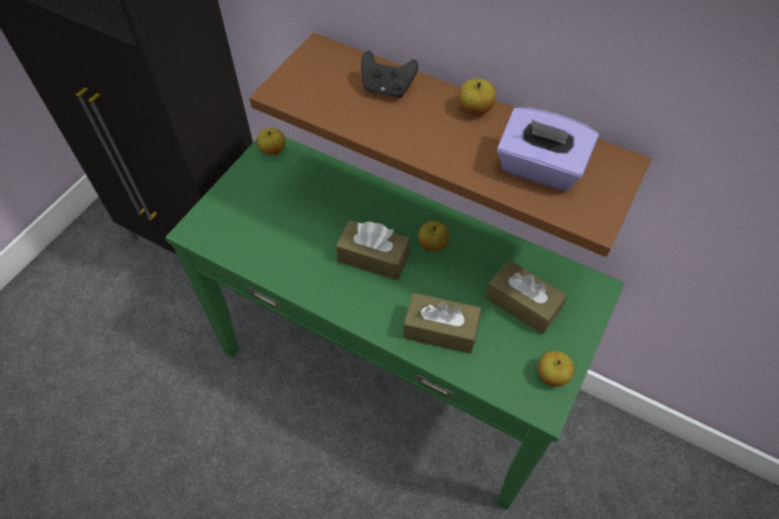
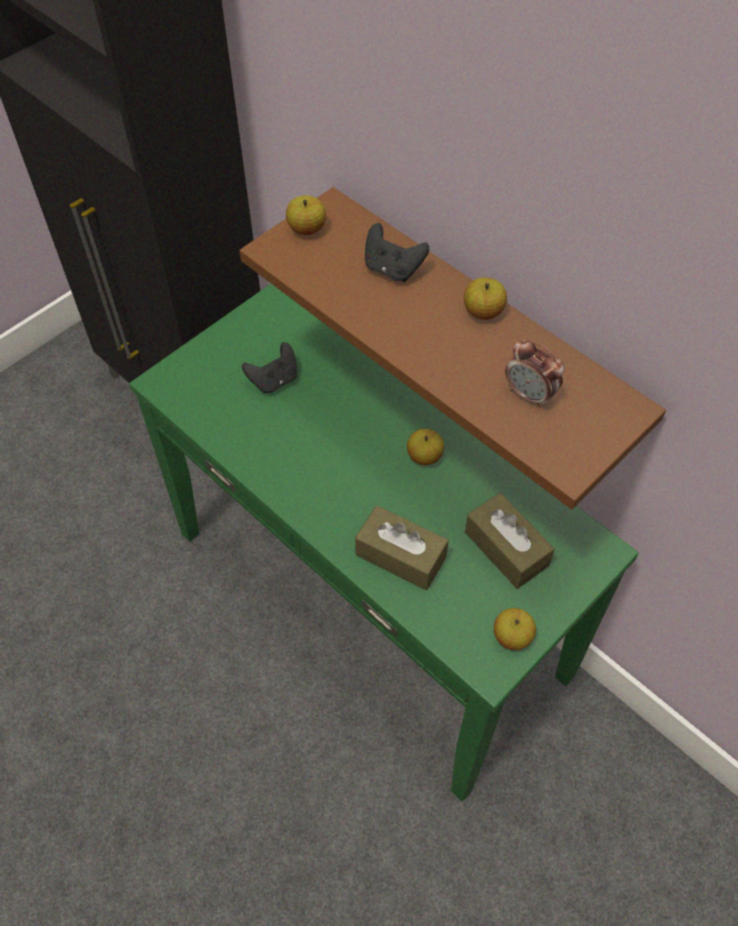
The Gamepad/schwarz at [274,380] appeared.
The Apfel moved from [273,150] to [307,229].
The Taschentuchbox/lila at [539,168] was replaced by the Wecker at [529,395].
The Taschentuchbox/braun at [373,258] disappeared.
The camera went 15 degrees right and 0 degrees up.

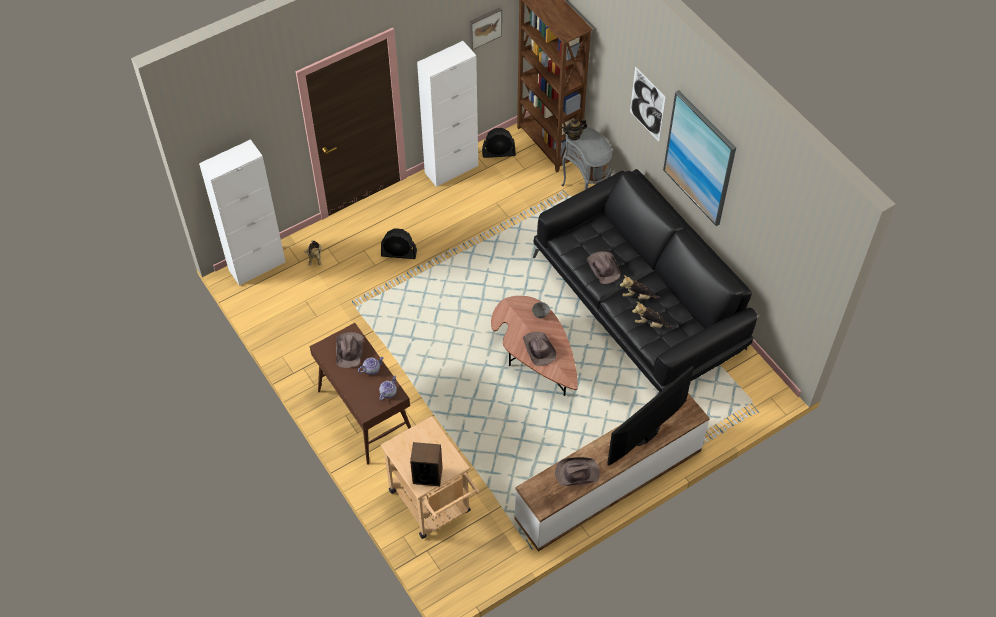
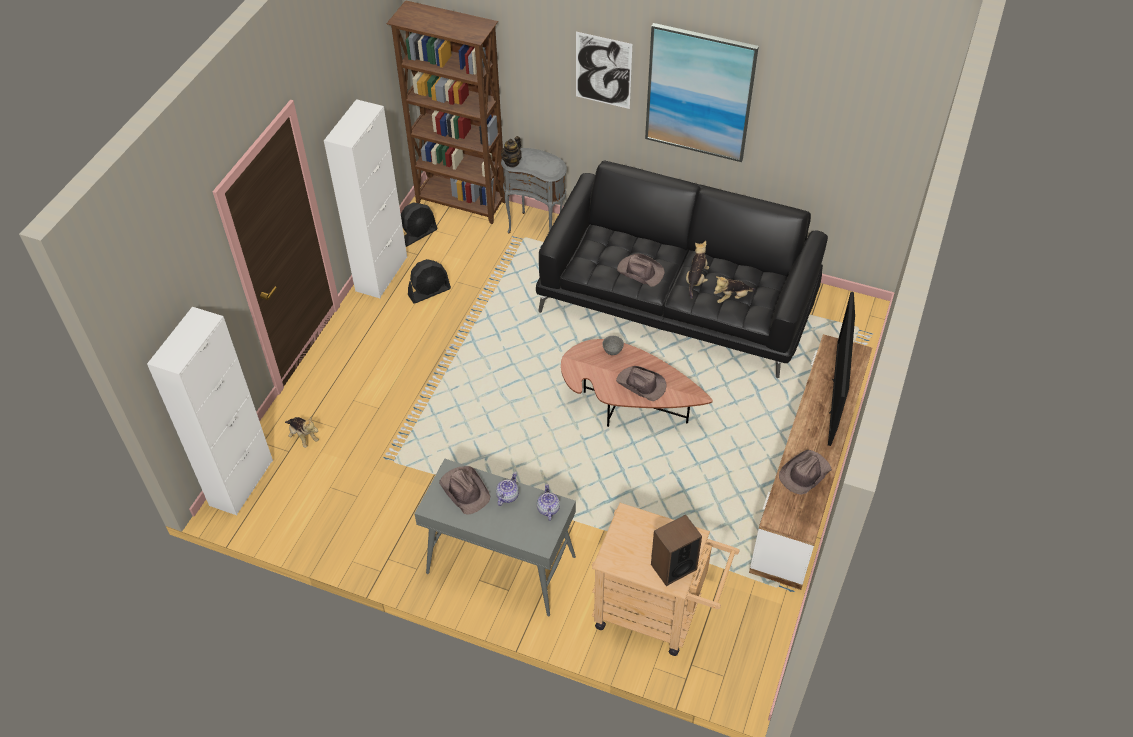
The Ventilator/schwarz moved from [399,253] to [429,292].
The Konsolentisch/braun at [365,414] became the Konsolentisch/grau at [500,565].
The Plüschtier at [638,296] turned 135 degrees clockwise.
The Bild at [484,27] disappeared.
The camera went 35 degrees left and 5 degrees down.

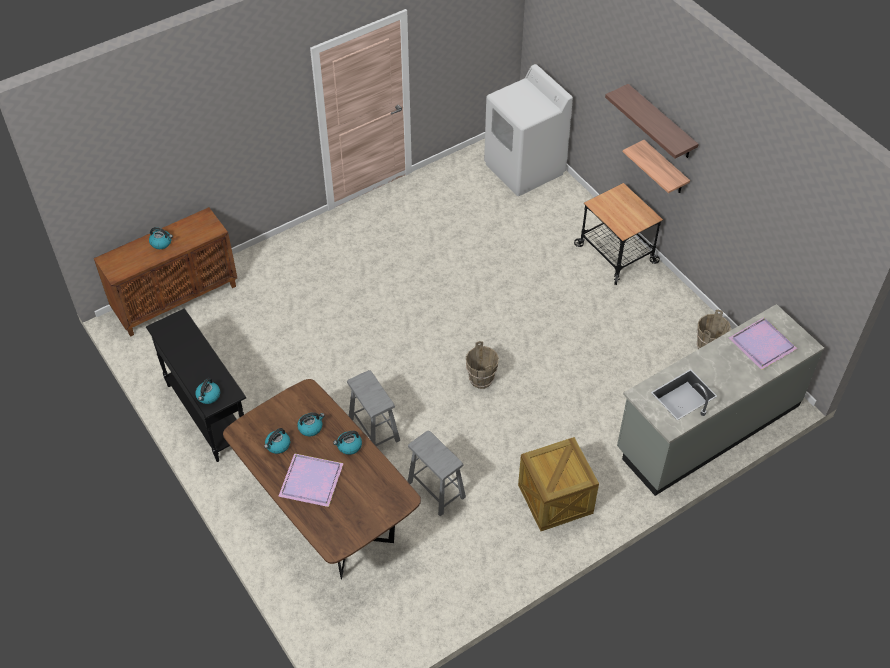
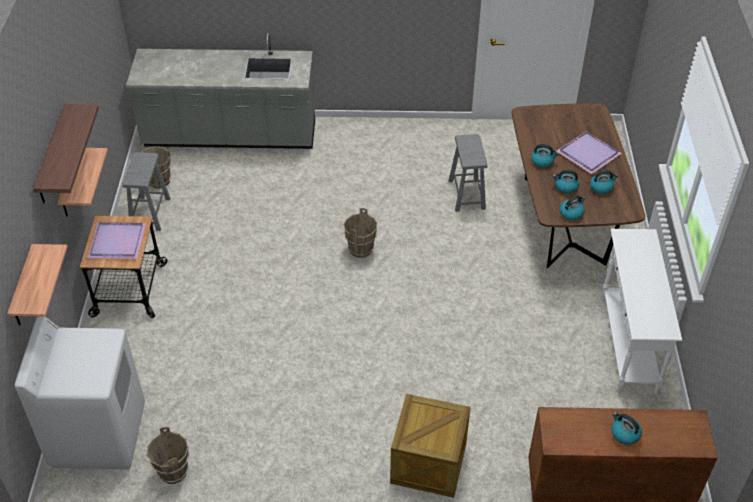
The Wandregal at [23,288] appeared.
The Tablett/lila moved from [762,345] to [118,241].
The Hocker/grau moved from [374,429] to [150,213].
The Eimer/braun at [173,472] appeared.
The Kiste moved from [555,499] to [428,463].
The Wasserkessel moved from [208,396] to [571,213].
The Konsolentisch/schwarz at [208,414] became the Konsolentisch/weiß at [627,345].
The camera went 145 degrees left and 5 degrees down.

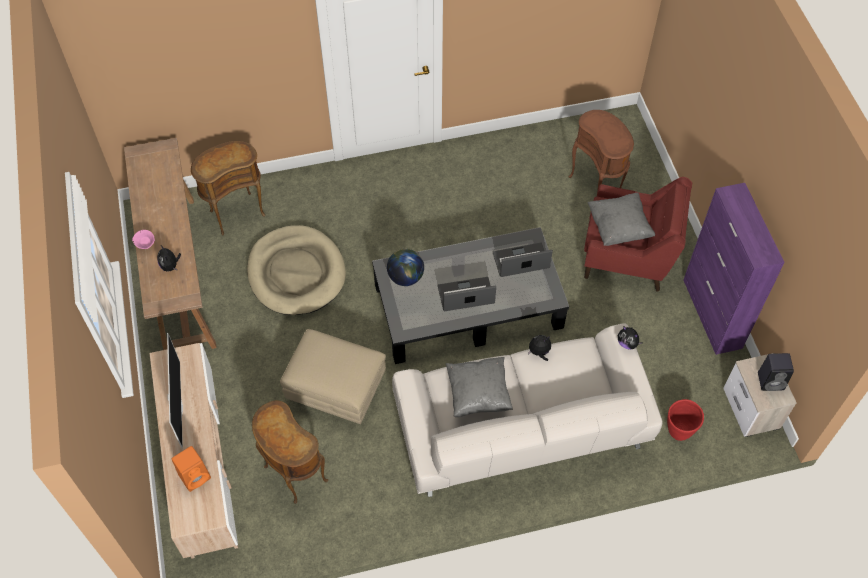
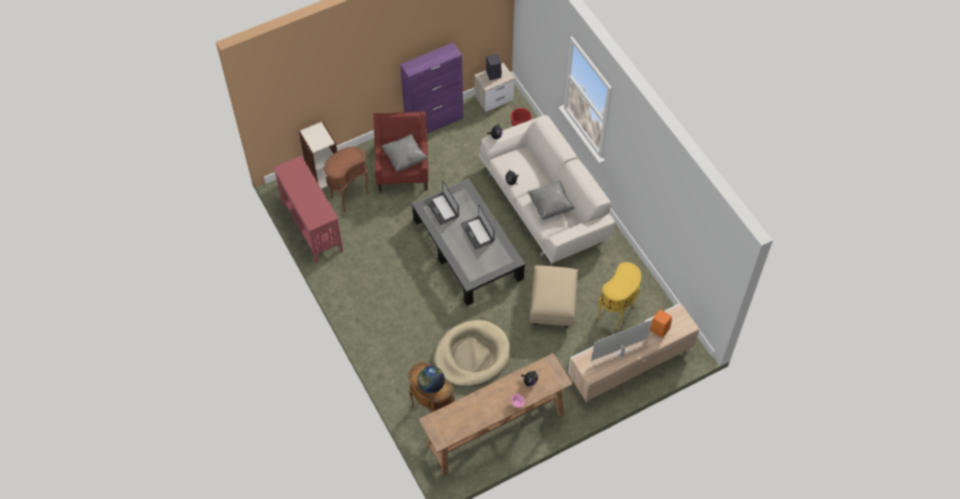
The Konsolentisch/rot at [312,226] appeared.
The Bücherregal at [323,173] appeared.
The Globus moved from [406,277] to [431,385].
The Beistelltisch/braun at [293,475] became the Beistelltisch/gelb at [617,313].
The camera went 105 degrees left and 0 degrees up.

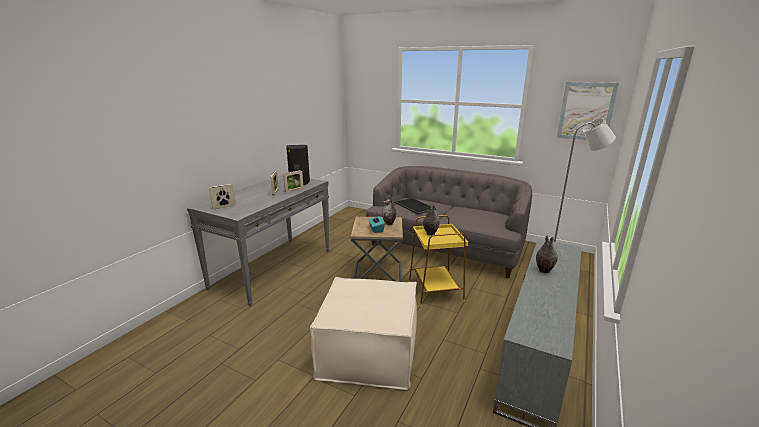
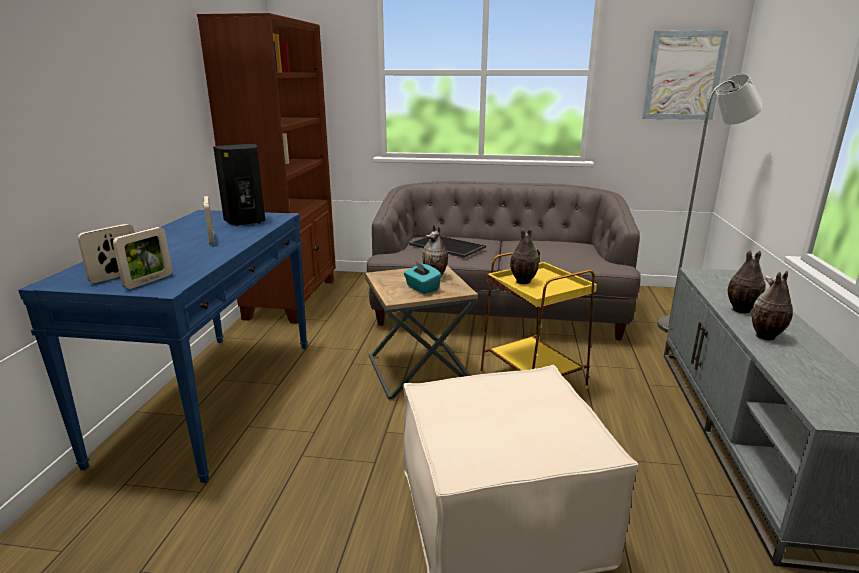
The Konsolentisch/grau at [273,268] became the Konsolentisch/blau at [214,396].
The Bilderrahmen moved from [294,190] to [148,281].
The Bücherregal/braun at [293,298] appeared.
The Vase at [765,337] appeared.
The camera went 20 degrees left and 0 degrees up.

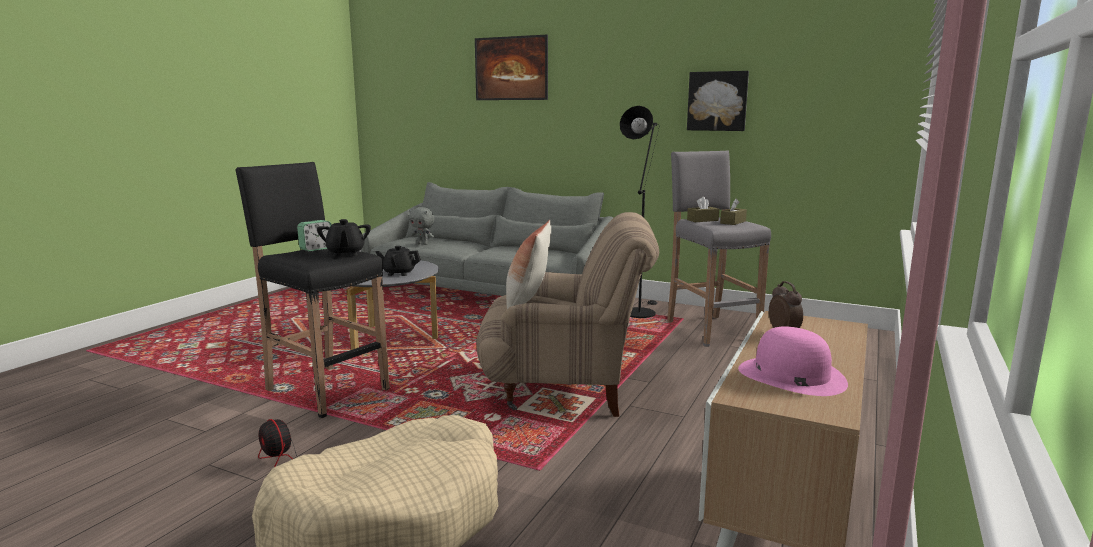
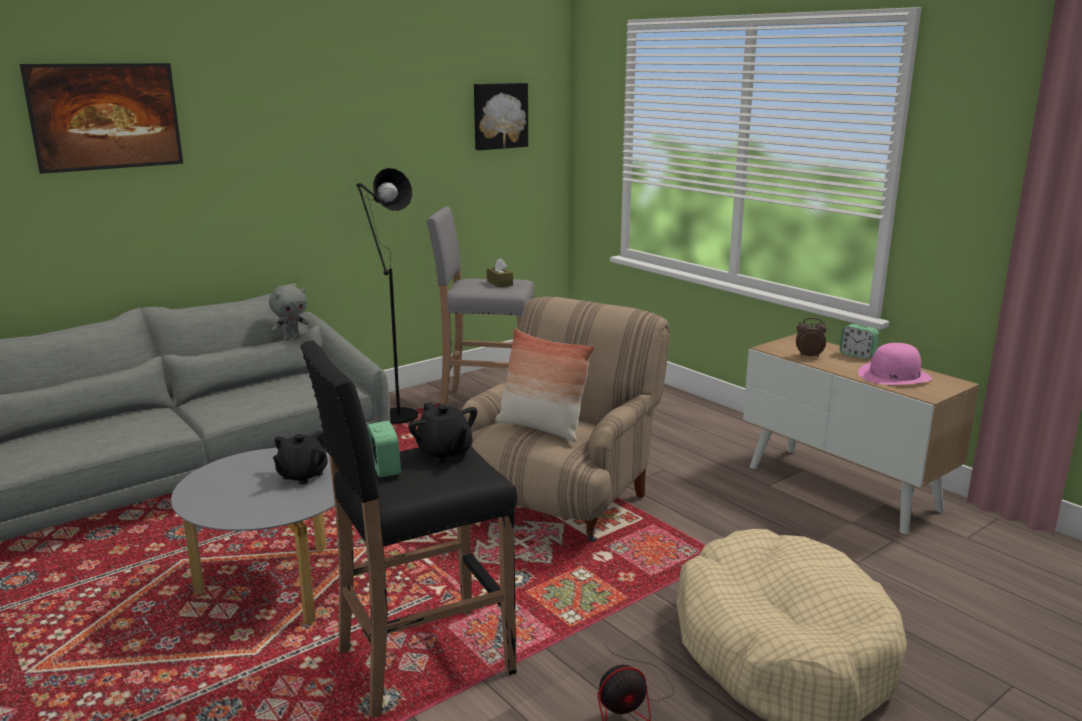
The Plüschtier/grau moved from [423,244] to [291,338].
The Teekanne/schwarz at [345,253] turned 45 degrees clockwise.
The Bild moved from [717,101] to [499,116].
The Wecker at [857,355] appeared.
The Taschentuchbox/braun at [702,220] disappeared.
The camera went 65 degrees left and 5 degrees up.

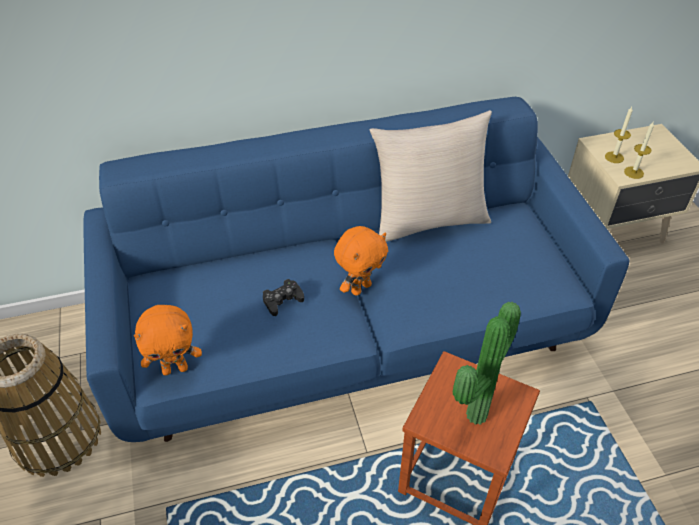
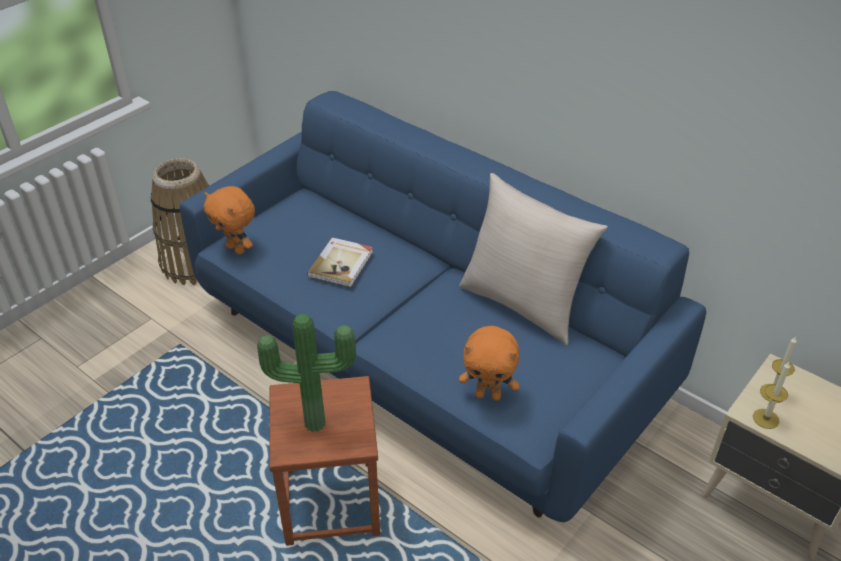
The Gamepad/schwarz at [282,300] was replaced by the Buch at [342,264].
The Plüschtier/orange moved from [360,288] to [488,395].
The camera went 55 degrees right and 5 degrees down.

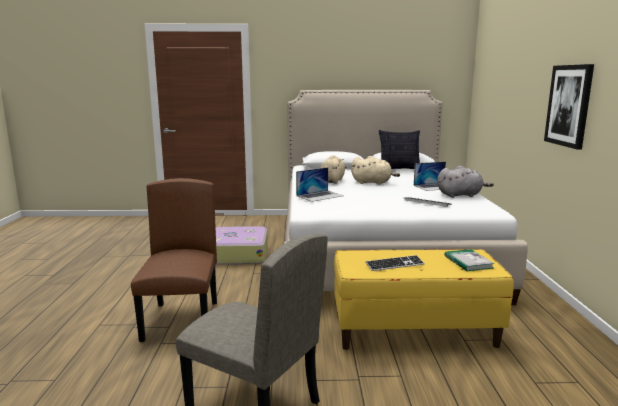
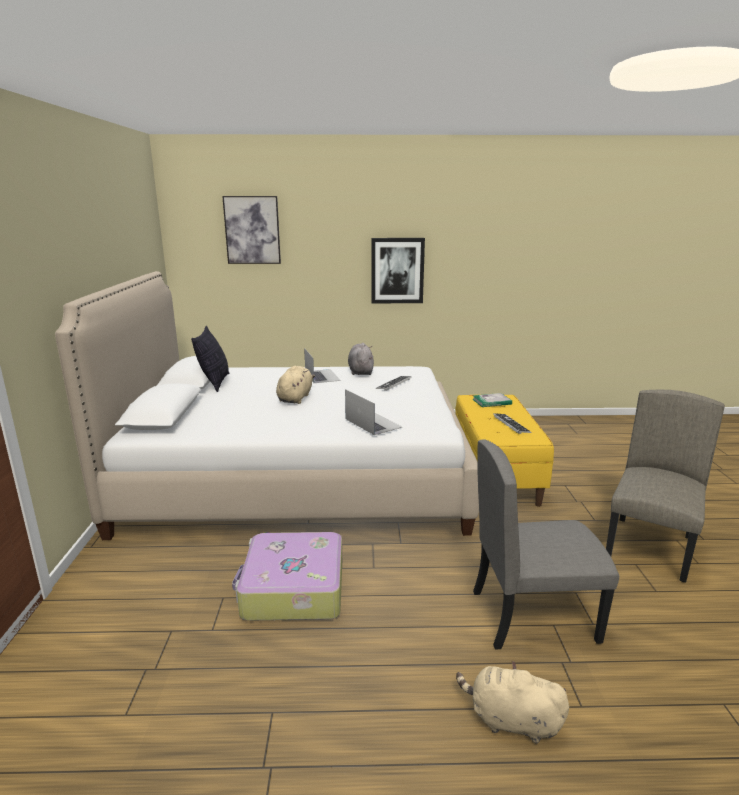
The Bild at [252,230] appeared.
The Plüschtier/beige moved from [332,181] to [510,720].
The Stuhl/braun at [182,320] became the Stuhl/grau at [533,615].
The camera went 90 degrees left and 5 degrees up.

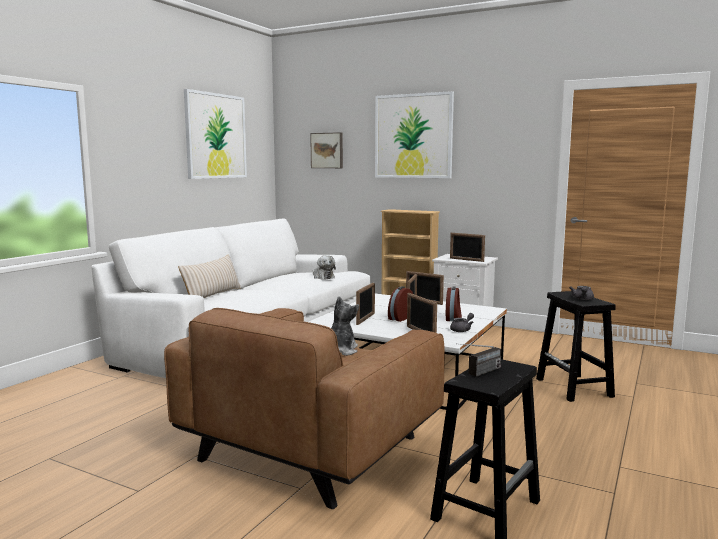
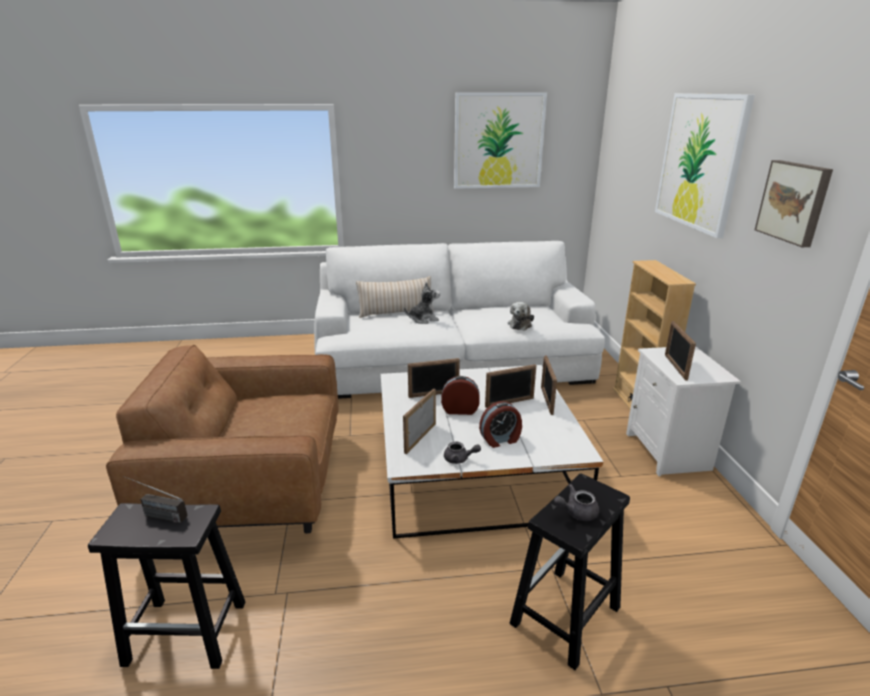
The Plüschtier moved from [340,351] to [423,319].
The Bild moved from [327,150] to [794,202].
The camera went 55 degrees right and 15 degrees up.

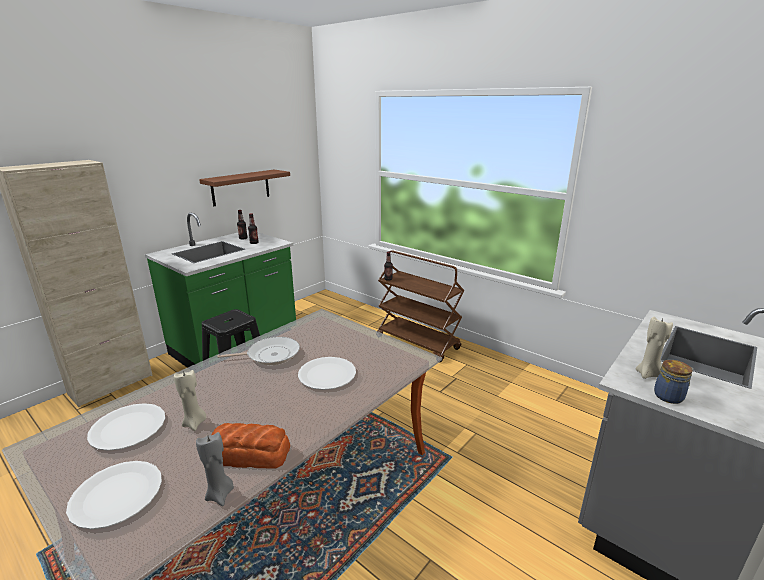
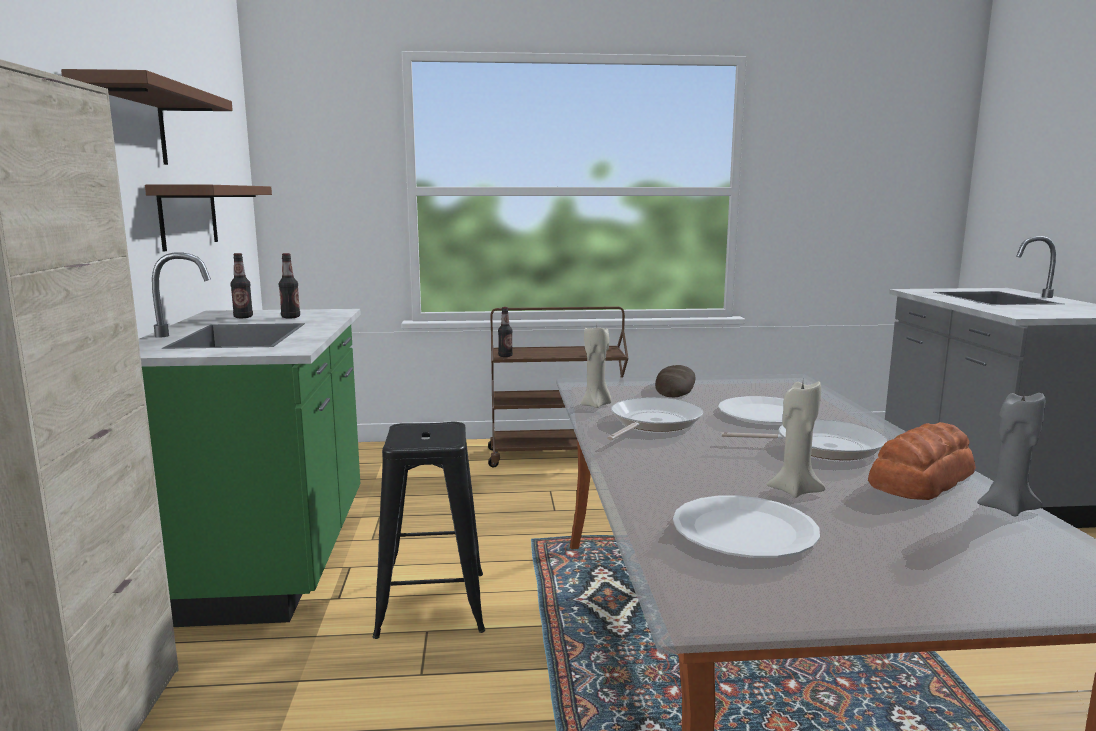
The Wandregal/braun at [126,124] appeared.
The Kerze/beige moved from [648,374] to [596,405].
The Brot at [675,387] appeared.
The Pfanne at [822,446] appeared.
The Teller/weiß at [117,495] disappeared.
The Vorratsglas at [669,396] disappeared.
The camera went 45 degrees left and 10 degrees down.

